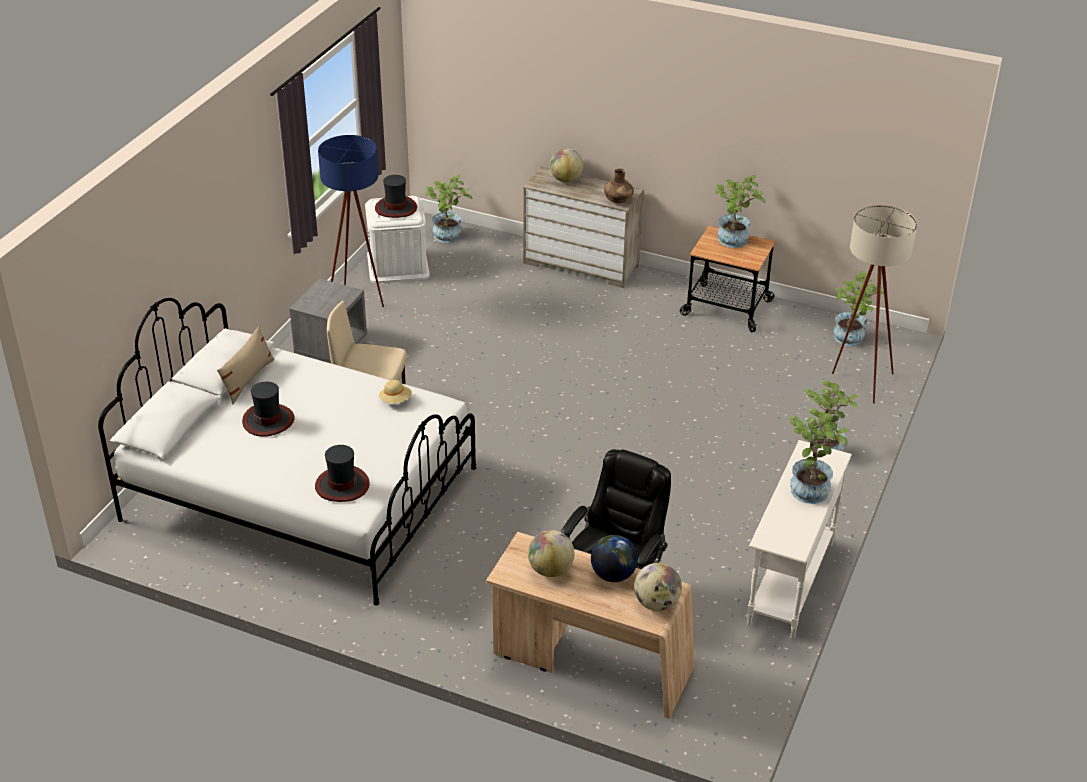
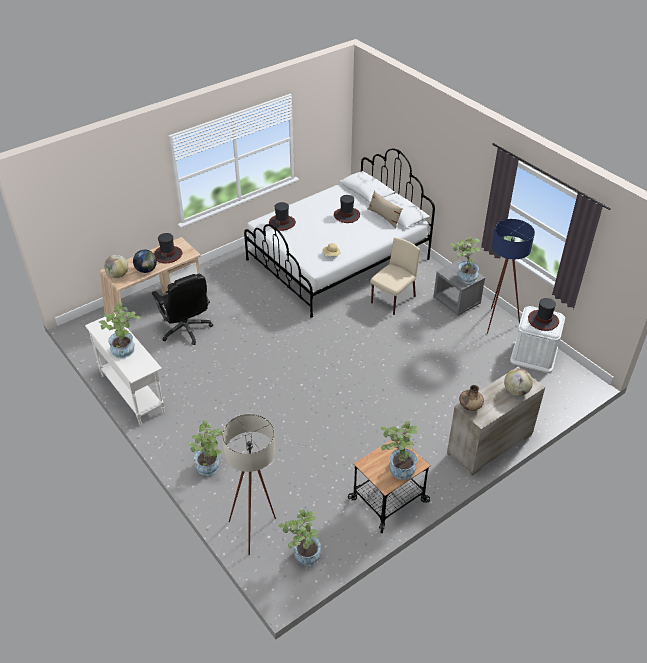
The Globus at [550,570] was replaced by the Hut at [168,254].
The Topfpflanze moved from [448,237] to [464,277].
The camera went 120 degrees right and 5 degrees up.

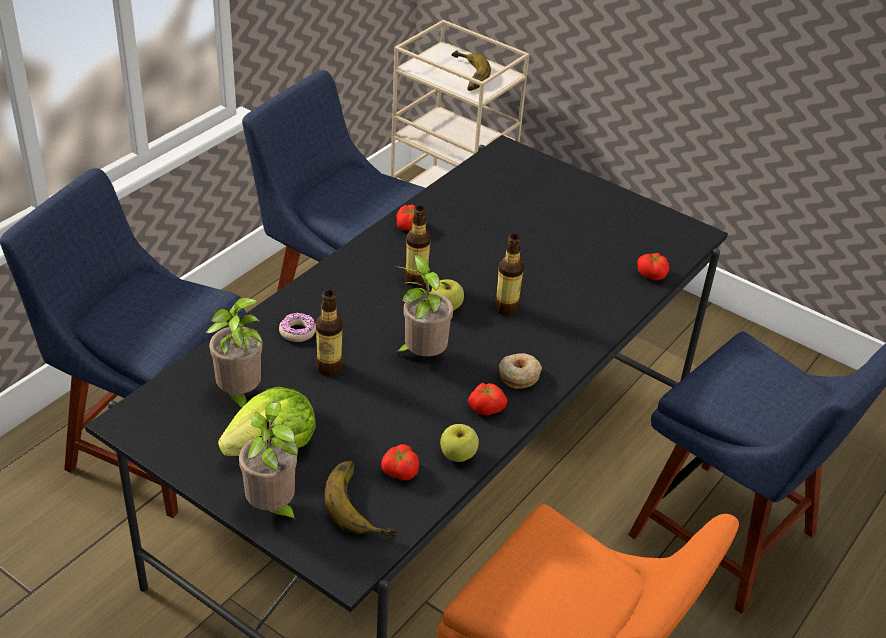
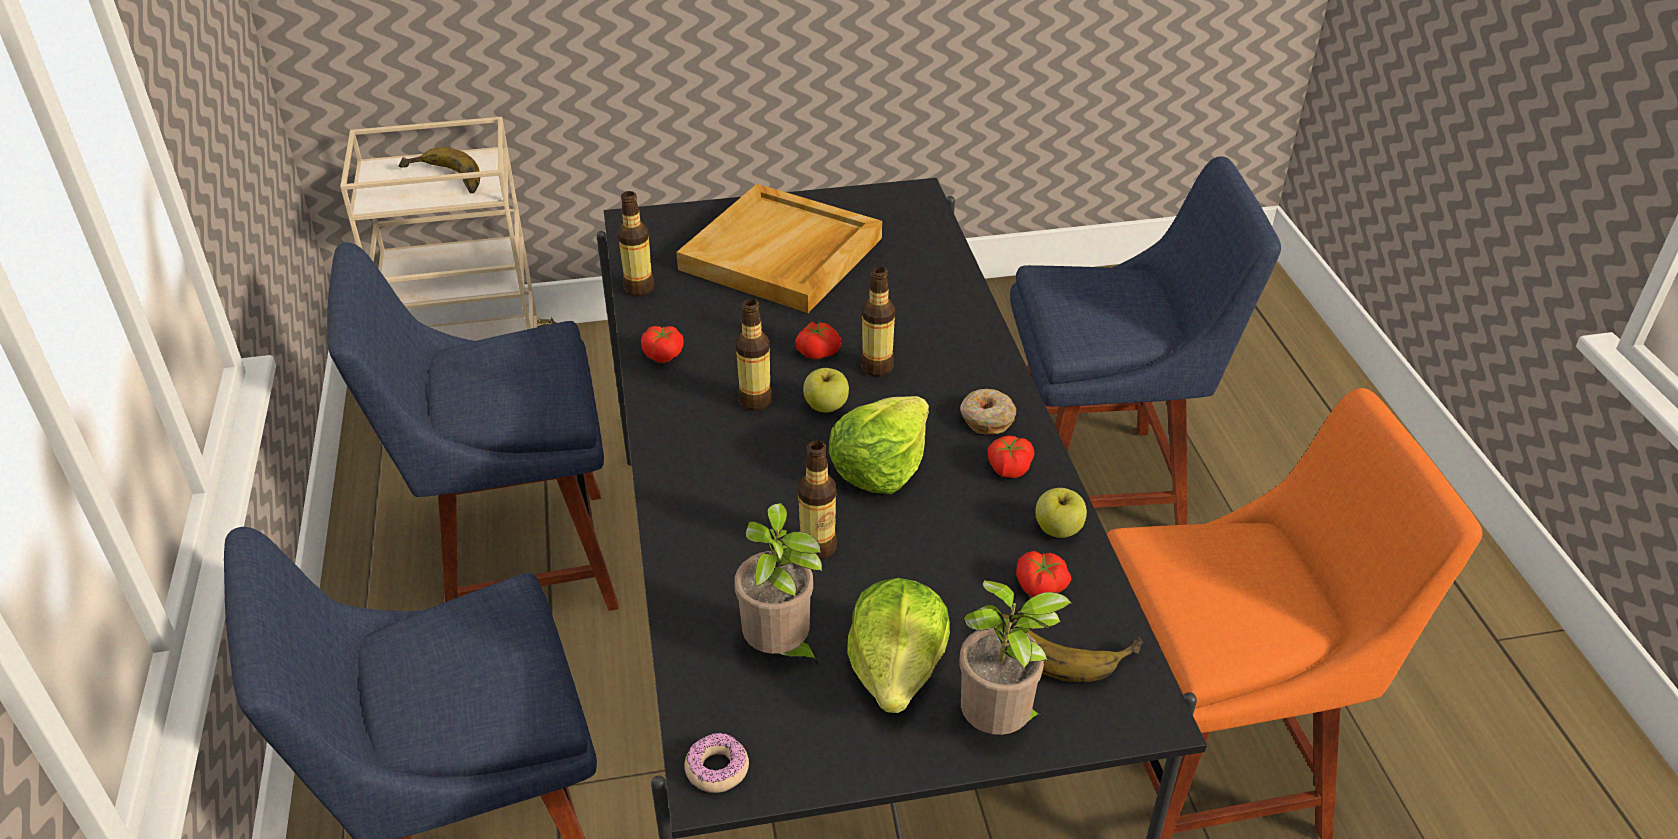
The Flasche at [639,288] appeared.
The Tablett/beige at [782,255] appeared.
The Donut moved from [297,332] to [717,769].
The Tomate moved from [652,274] to [818,351].
The Topfpflanze at [422,355] was replaced by the Salatkopf at [880,467].
The camera went 45 degrees left and 0 degrees up.

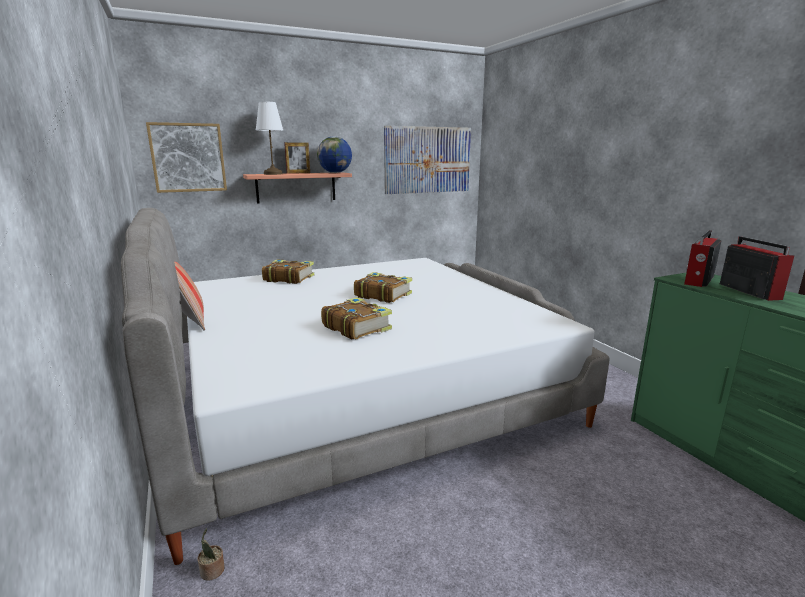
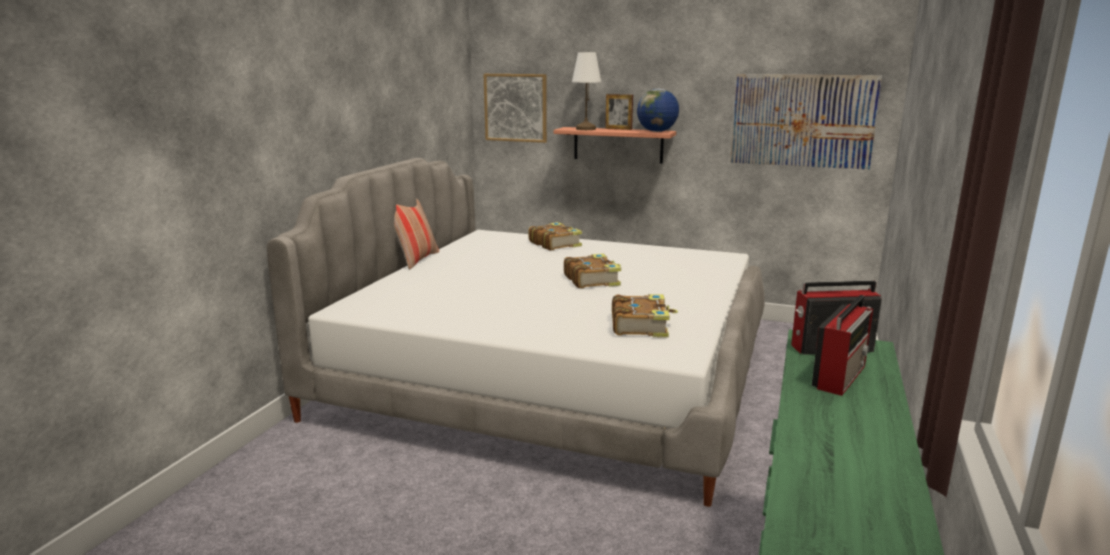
The Buch moved from [356,327] to [641,325].
The Topfpflanze at [212,572] disappeared.
The camera went 45 degrees right and 0 degrees up.

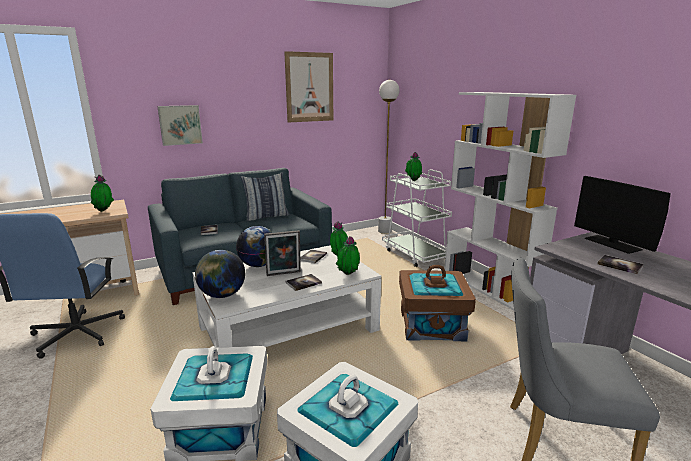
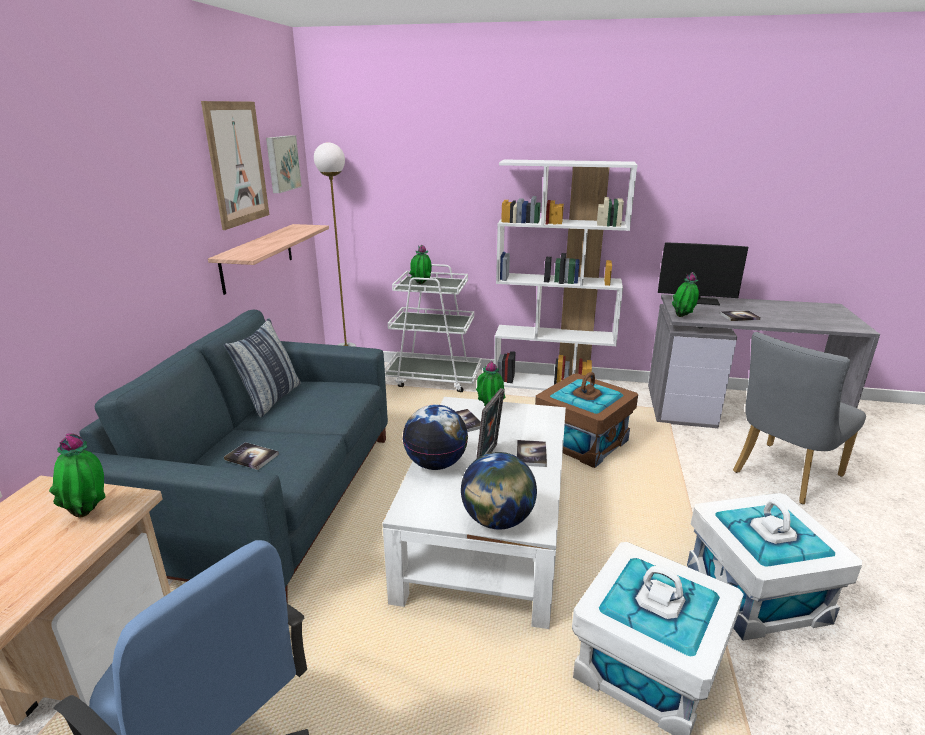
The Wandregal at [258,257] appeared.
The Bild moved from [180,125] to [281,163].
The Topfpflanze moved from [348,275] to [682,317].
The camera went 50 degrees left and 5 degrees up.

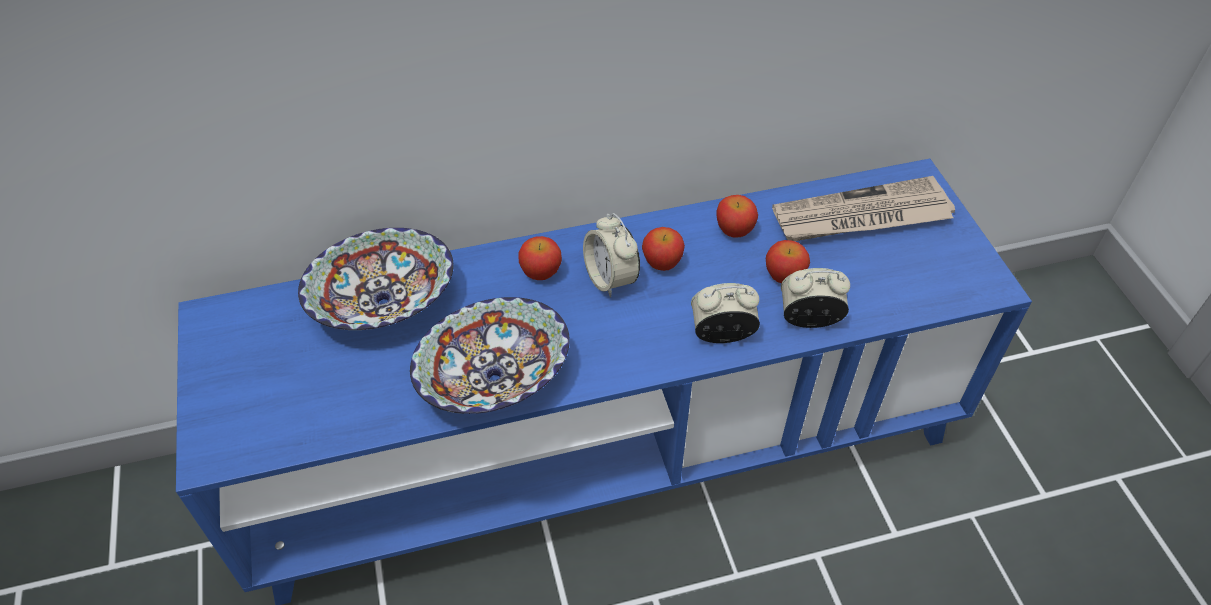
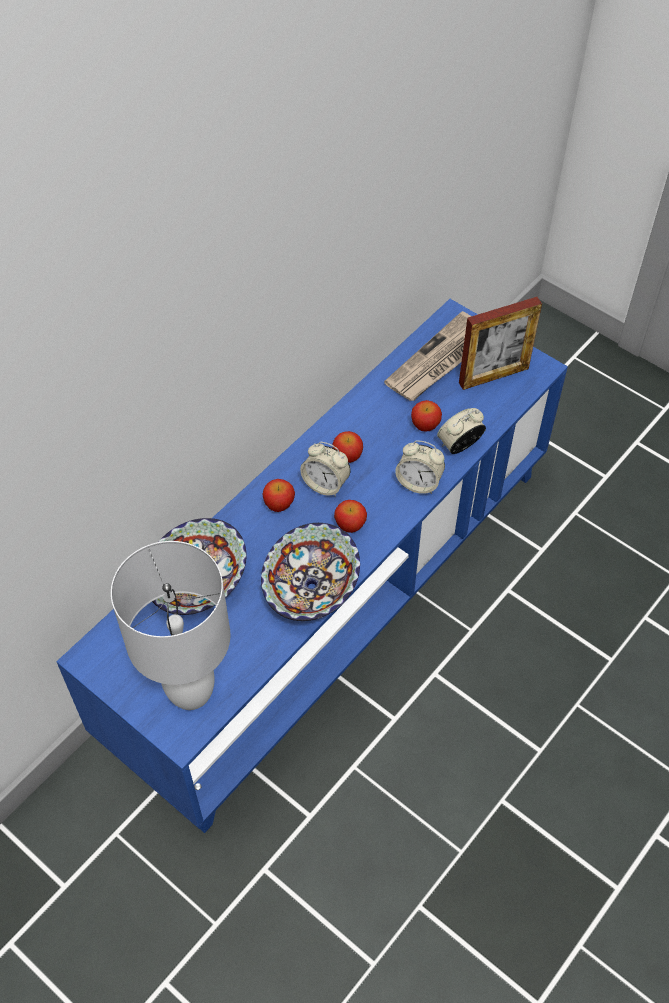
The Tischlampe/weiß at [192,692] appeared.
The Apfel moved from [734,230] to [350,525].
The Wecker at [722,335] turned 120 degrees counterclockwise.
The Bilderrahmen at [493,375] appeared.
The camera went 35 degrees left and 5 degrees up.

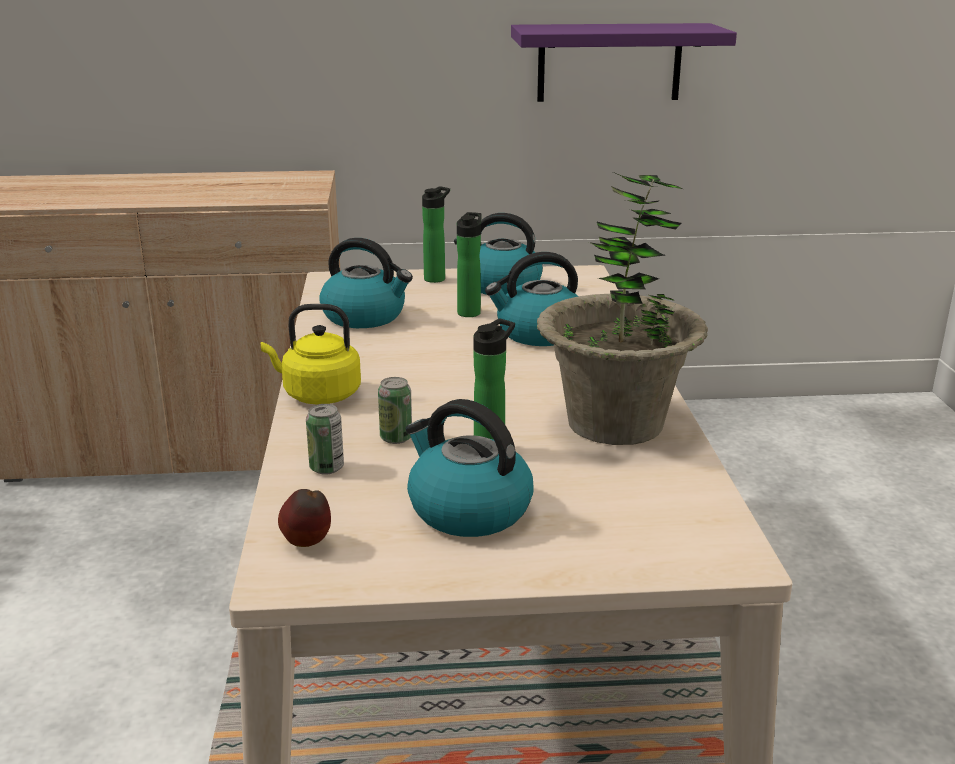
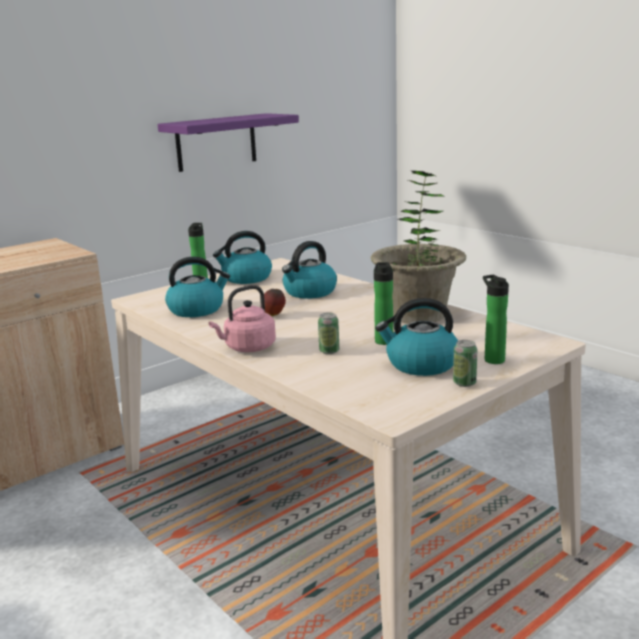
The Wasserkessel/gelb at [318,395] became the Wasserkessel/rosa at [247,348].
The Apfel moved from [308,544] to [274,315].
The Dose moved from [326,468] to [464,383].
The Flasche moved from [470,312] to [492,359].
The camera went 35 degrees left and 5 degrees down.

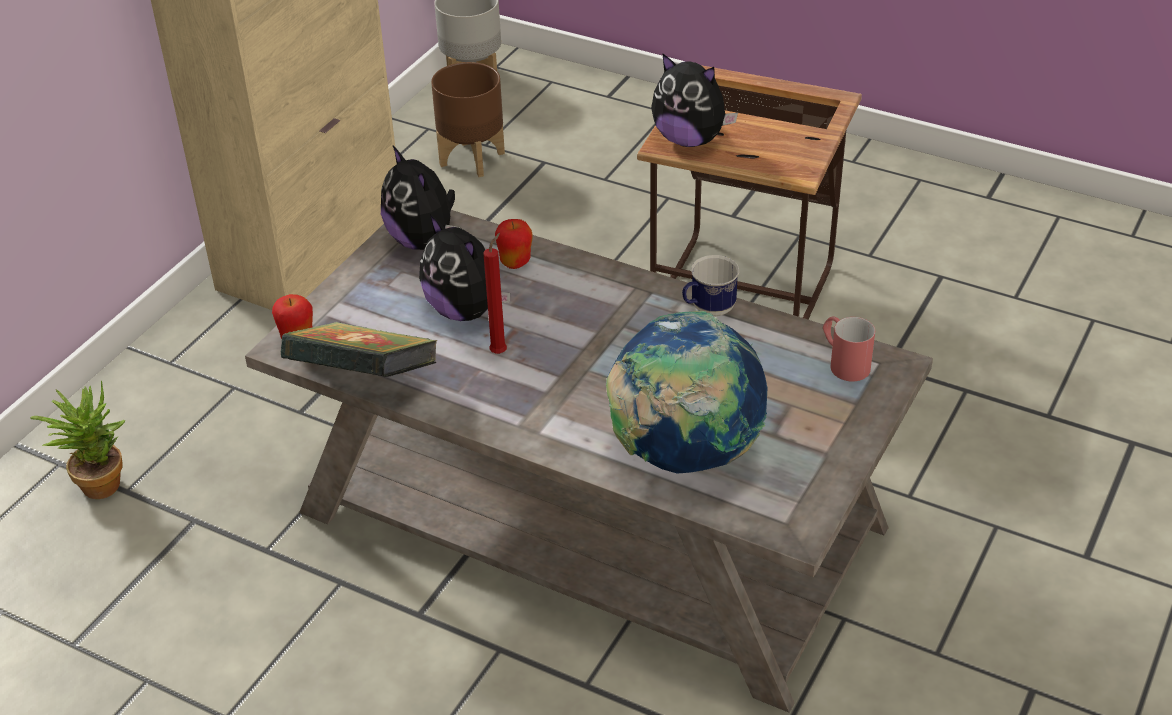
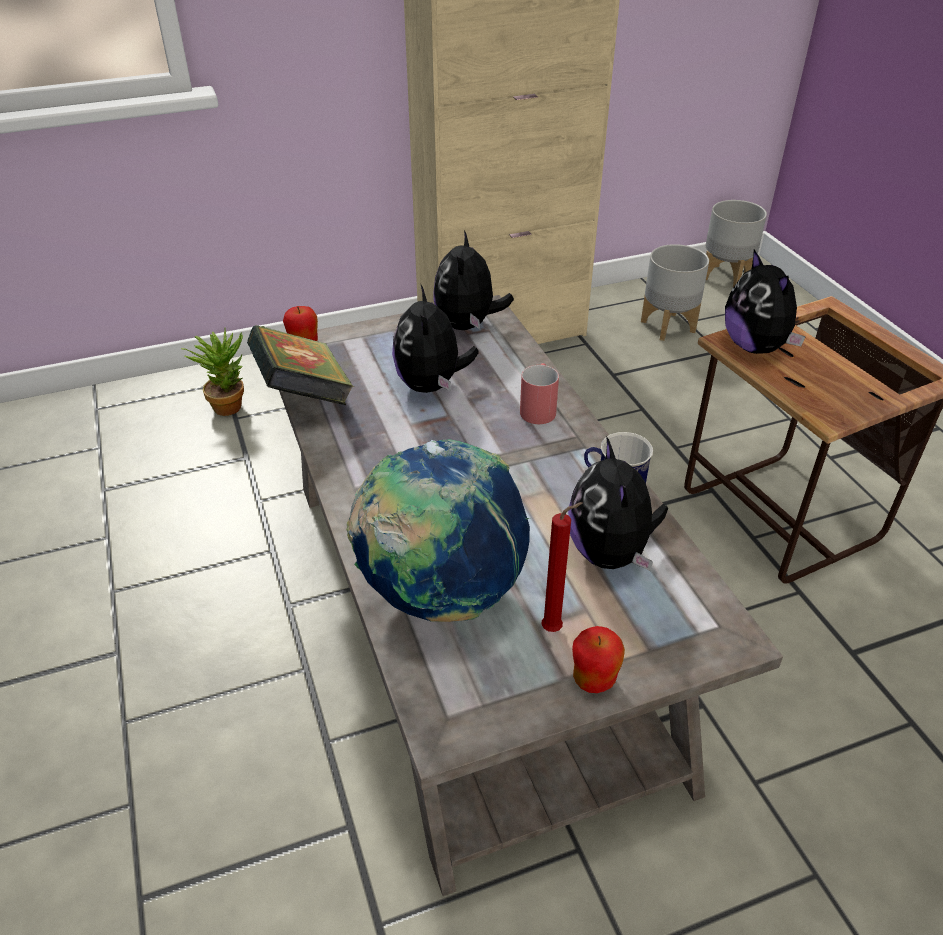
The Henkelbecher/rot moved from [843,362] to [539,407].
The Kerze/rot moved from [500,352] to [555,629].
The Plüschtier at [611,553] appeared.
The Apfel moved from [515,262] to [593,680].
The Pflanzkübel/braun at [472,158] became the Pflanzkübel/grau at [668,326].
The camera went 40 degrees right and 0 degrees up.

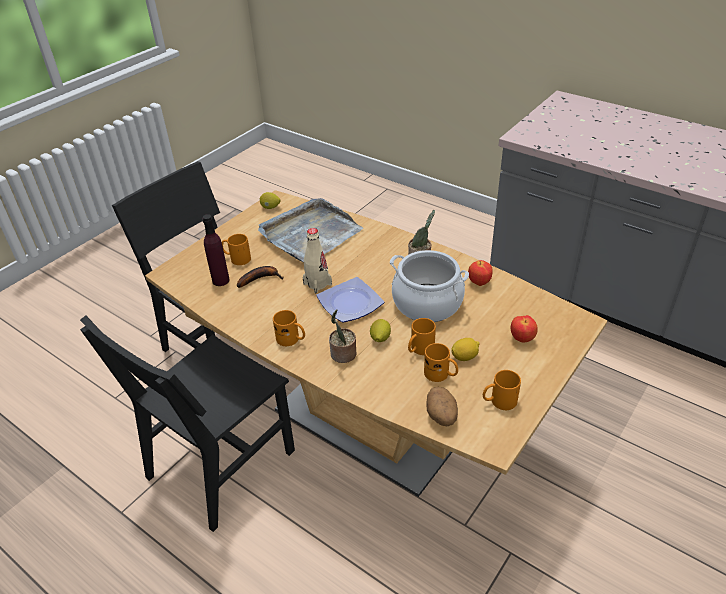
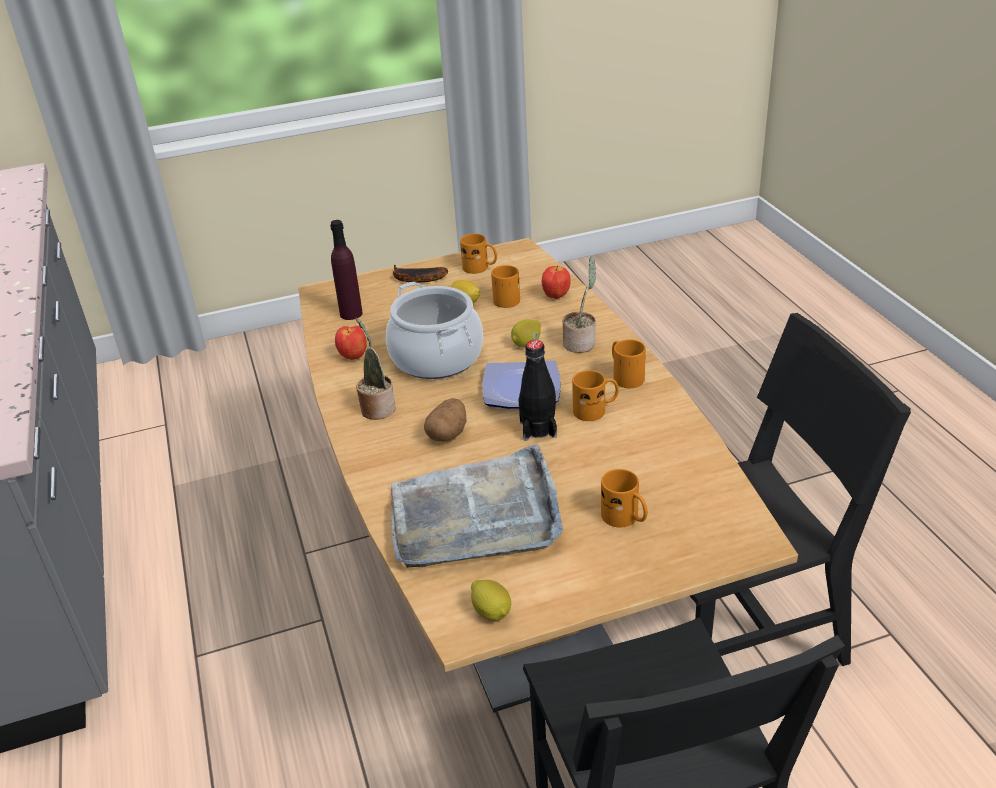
The Flasche/lila moved from [220,280] to [351,314].
The Banane moved from [260,278] to [415,279].
The Kartoffel moved from [441,416] to [447,434].
The Flasche/beige at [317,284] became the Flasche/schwarz at [538,429].
The Apfel moved from [522,339] to [555,296].
The Henkelbecher/orange moved from [419,349] to [595,410].
The camera went 145 degrees left and 5 degrees down.

